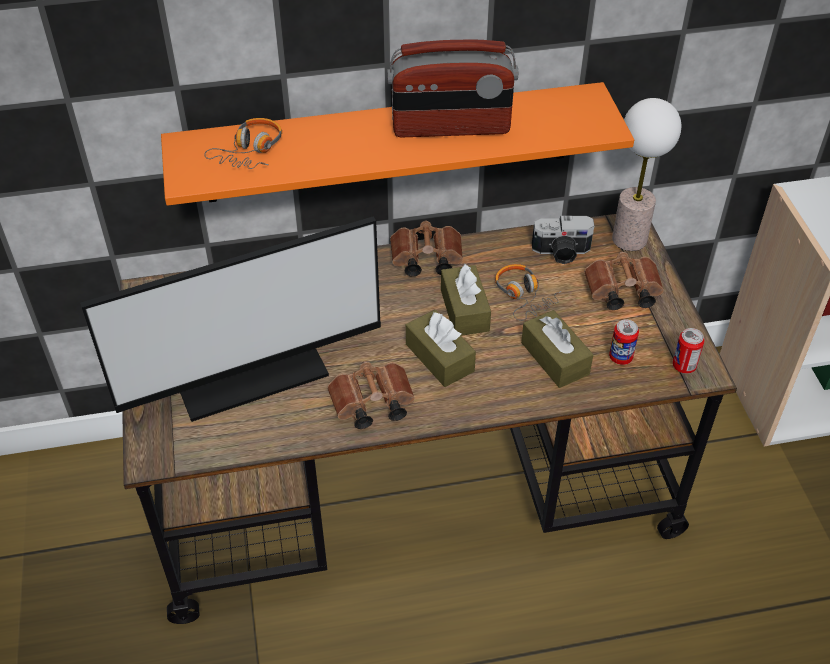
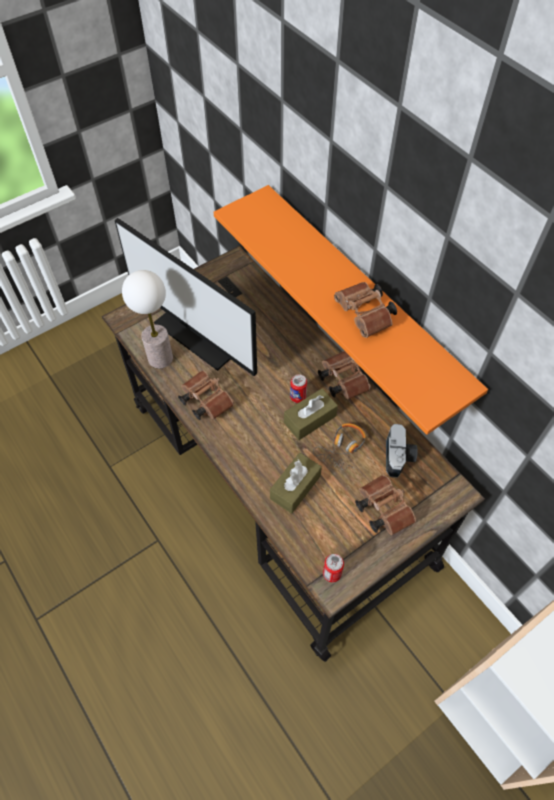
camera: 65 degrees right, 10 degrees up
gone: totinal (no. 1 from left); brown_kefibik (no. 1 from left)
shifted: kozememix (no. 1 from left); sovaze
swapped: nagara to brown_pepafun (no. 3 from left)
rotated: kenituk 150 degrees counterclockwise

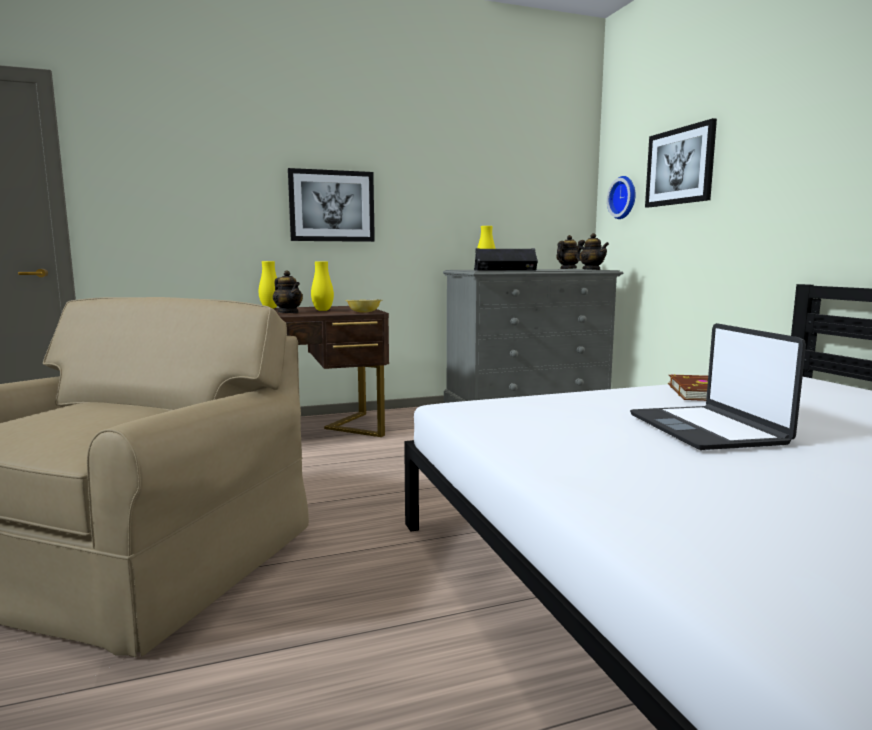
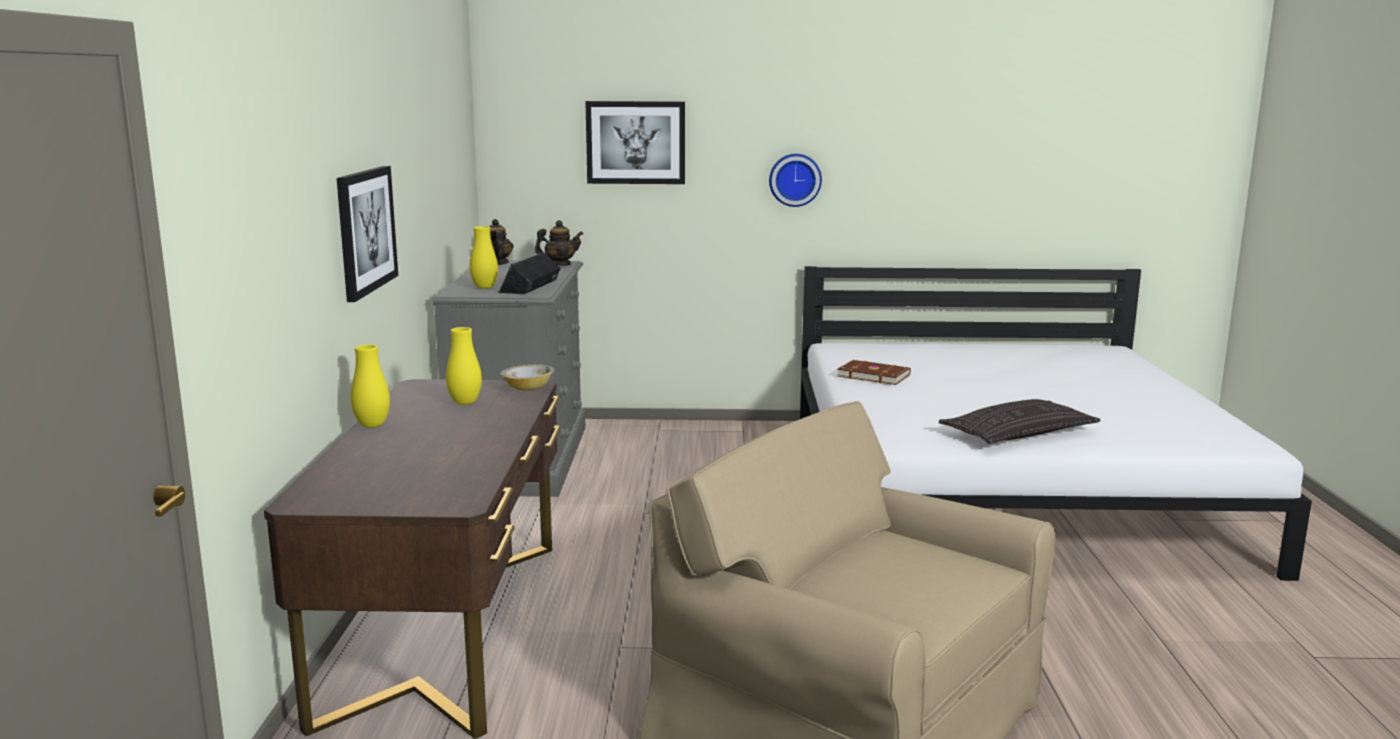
camera: 70 degrees left, 5 degrees up
gone: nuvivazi (no. 1 from left); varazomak
new: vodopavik
shifted: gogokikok

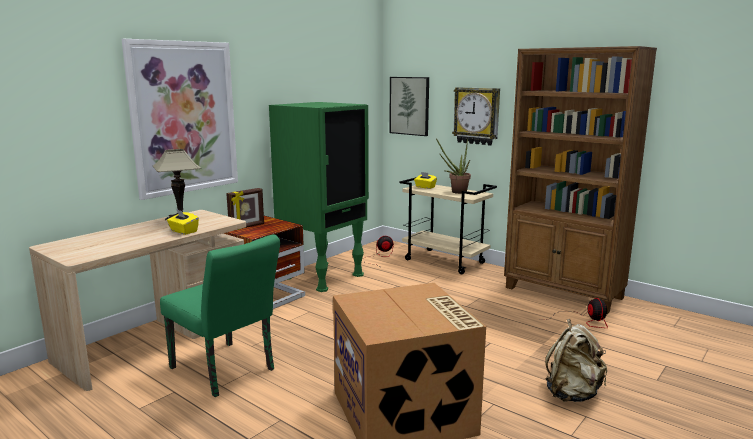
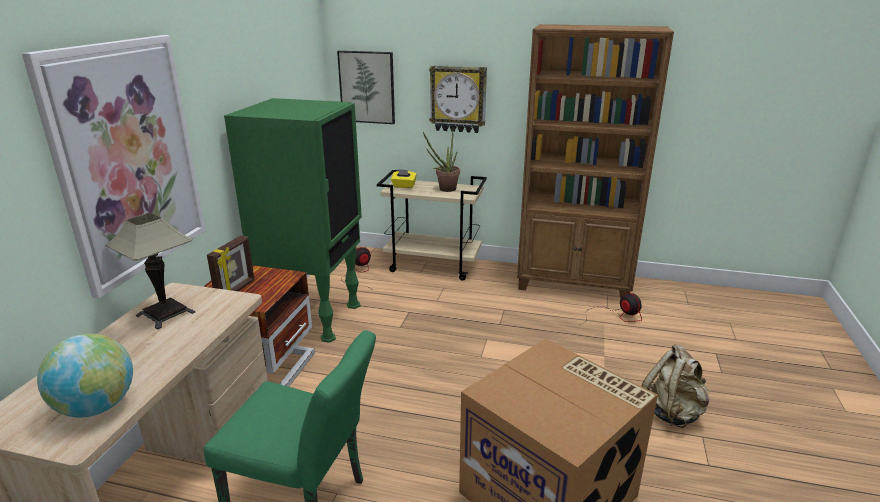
camera: 25 degrees left, 10 degrees up
gone: yellow_kefibik (no. 1 from left)
new: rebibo

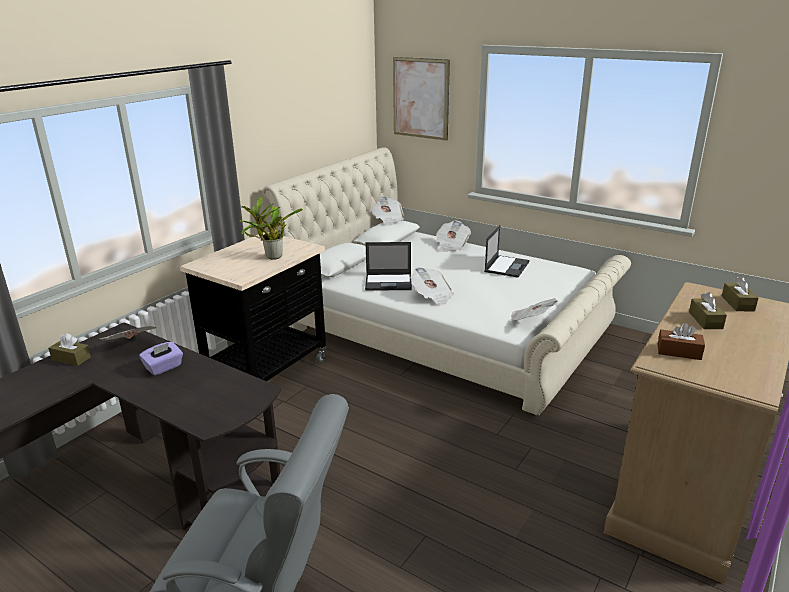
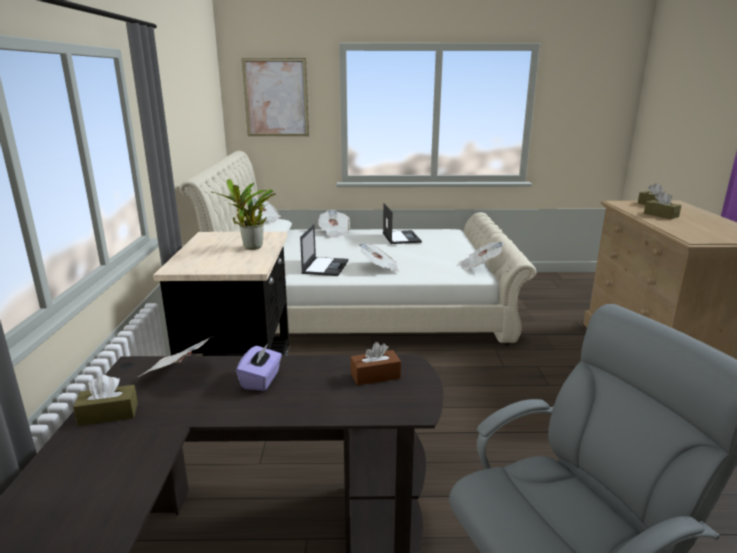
camera: 35 degrees left, 5 degrees down
shifted: brown_kefibik (no. 2 from left)
rotated: varazomak (no. 1 from left) 45 degrees counterclockwise

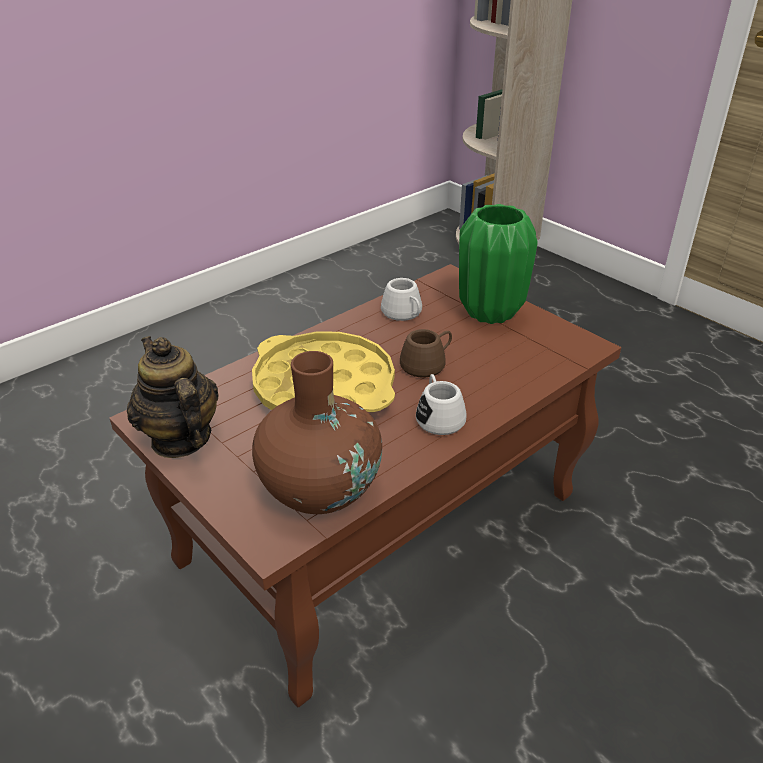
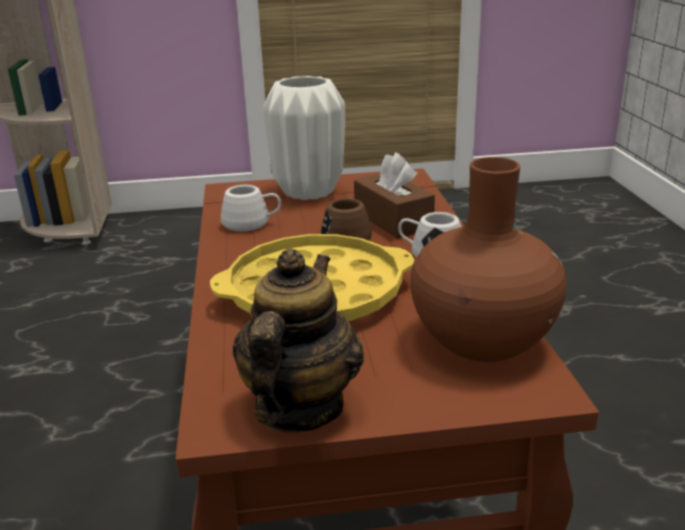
camera: 55 degrees left, 10 degrees down
new: brown_kefibik
repainted: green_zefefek to white_zefefek
rotated: nuvivazi 105 degrees clockwise

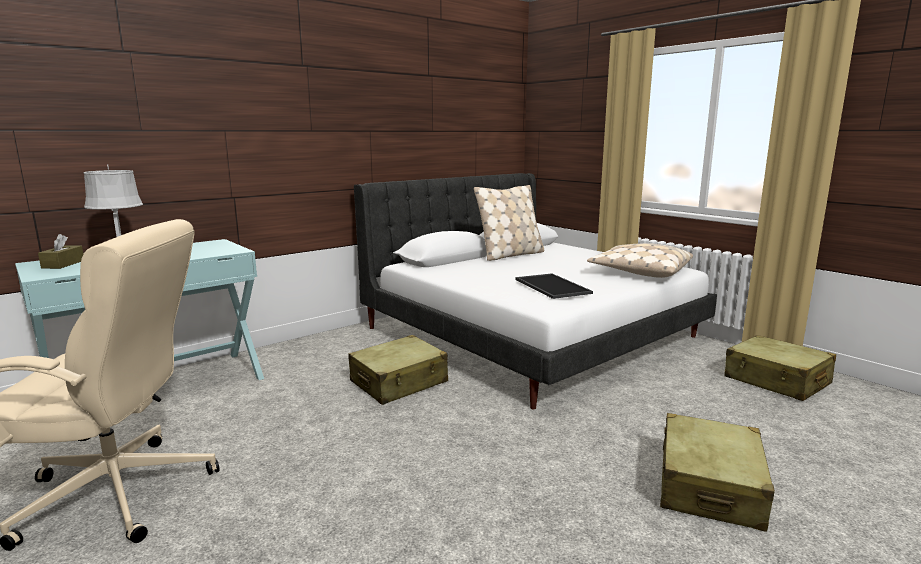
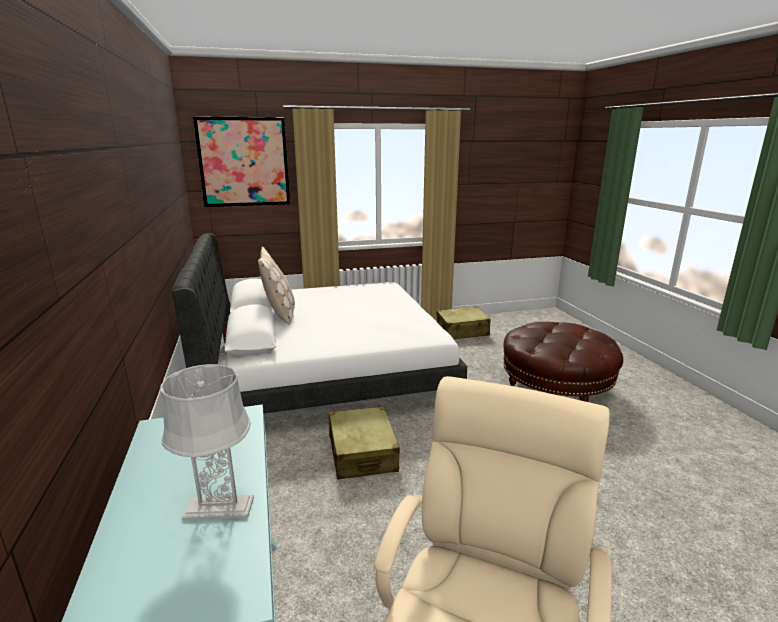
camera: 65 degrees left, 5 degrees up
gone: brown_kefibik; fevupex; beige_vodopavik (no. 2 from left)
new: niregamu
swapped: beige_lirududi (no. 2 from left) to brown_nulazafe

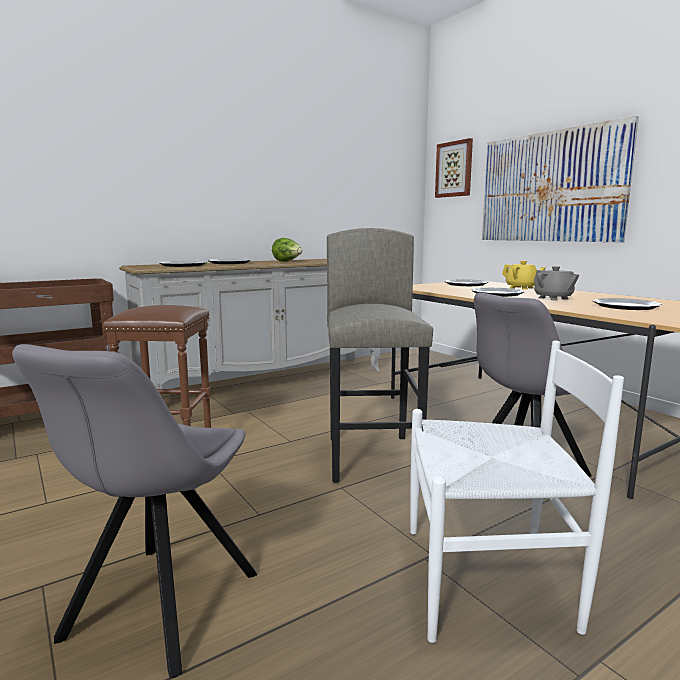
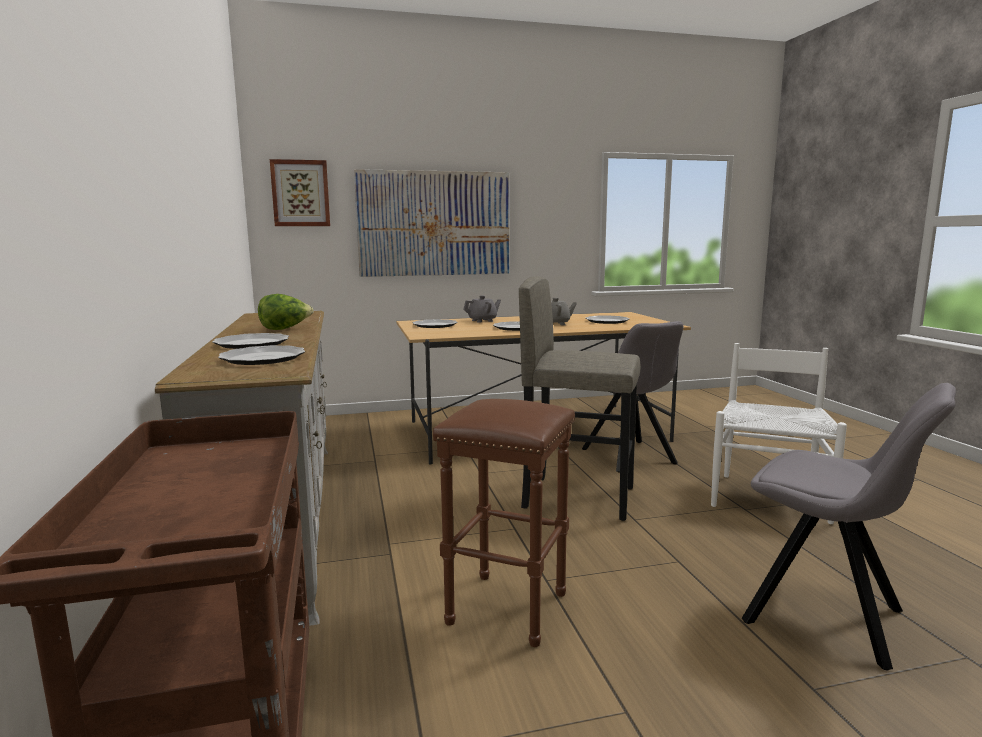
camera: 70 degrees left, 0 degrees up
repainted: yellow_nuvivazi to grey_nuvivazi (no. 1 from left)

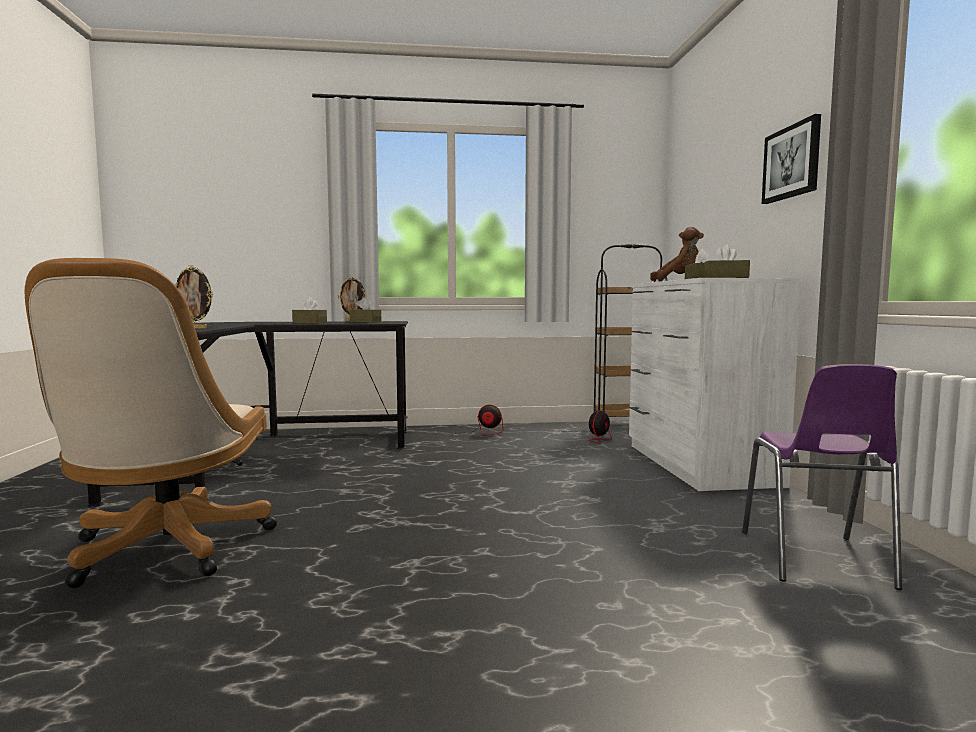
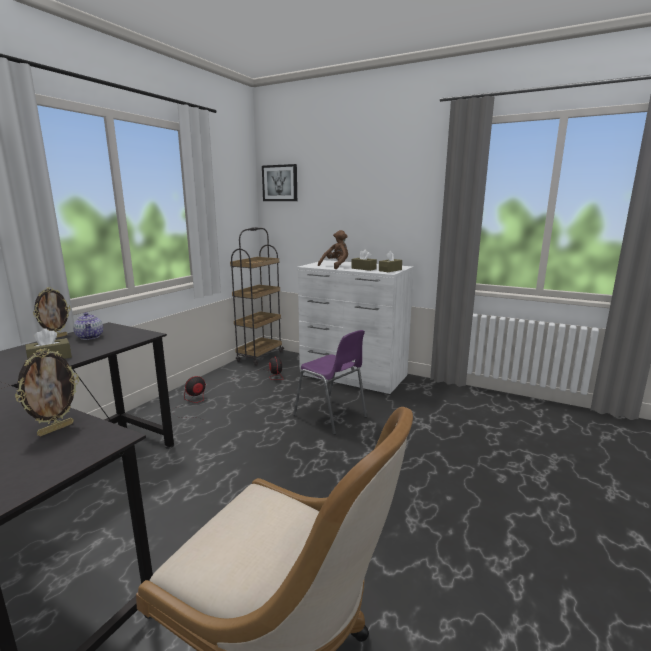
camera: 55 degrees left, 10 degrees up
shifted: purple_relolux; niregamu
swapped: brown_kefibik (no. 2 from left) to nuvivazi

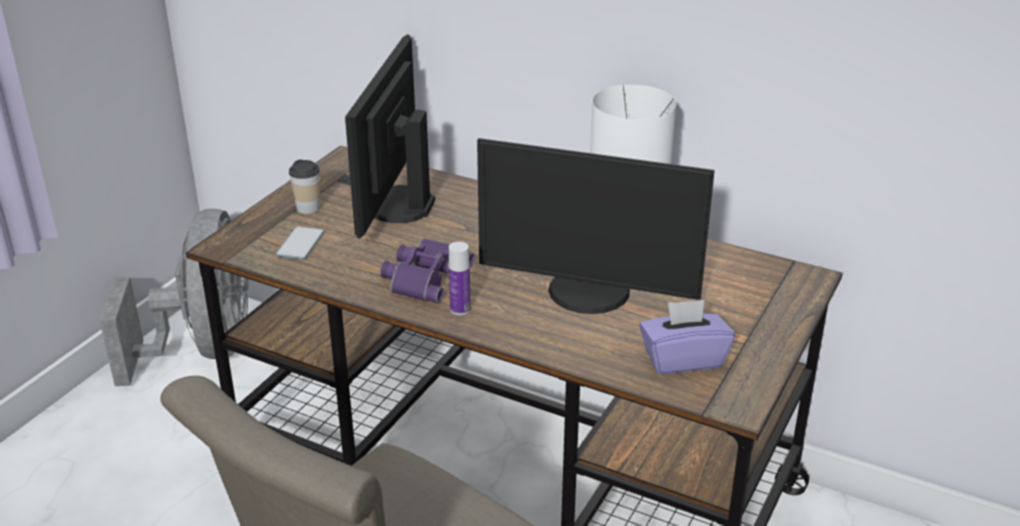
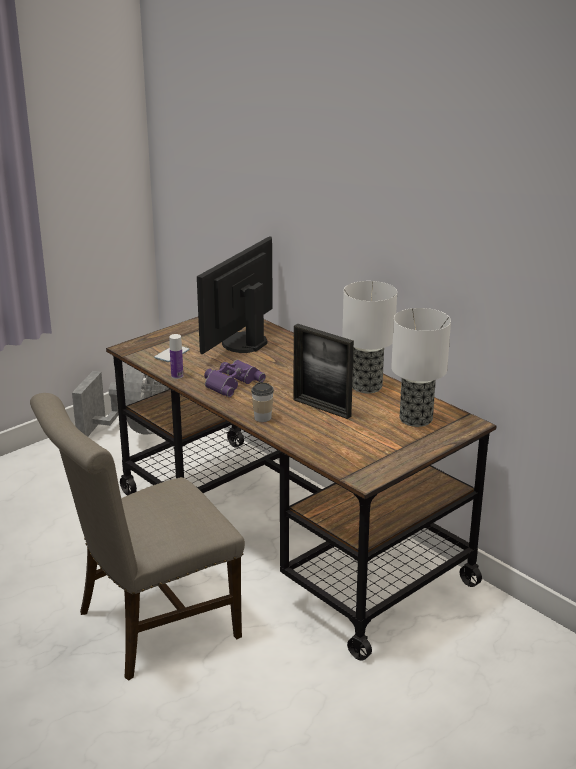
camera: 20 degrees right, 5 degrees down
gone: purple_kefibik
new: sovaze (no. 2 from left)
shifted: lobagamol; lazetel
swapped: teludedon (no. 2 from left) to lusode

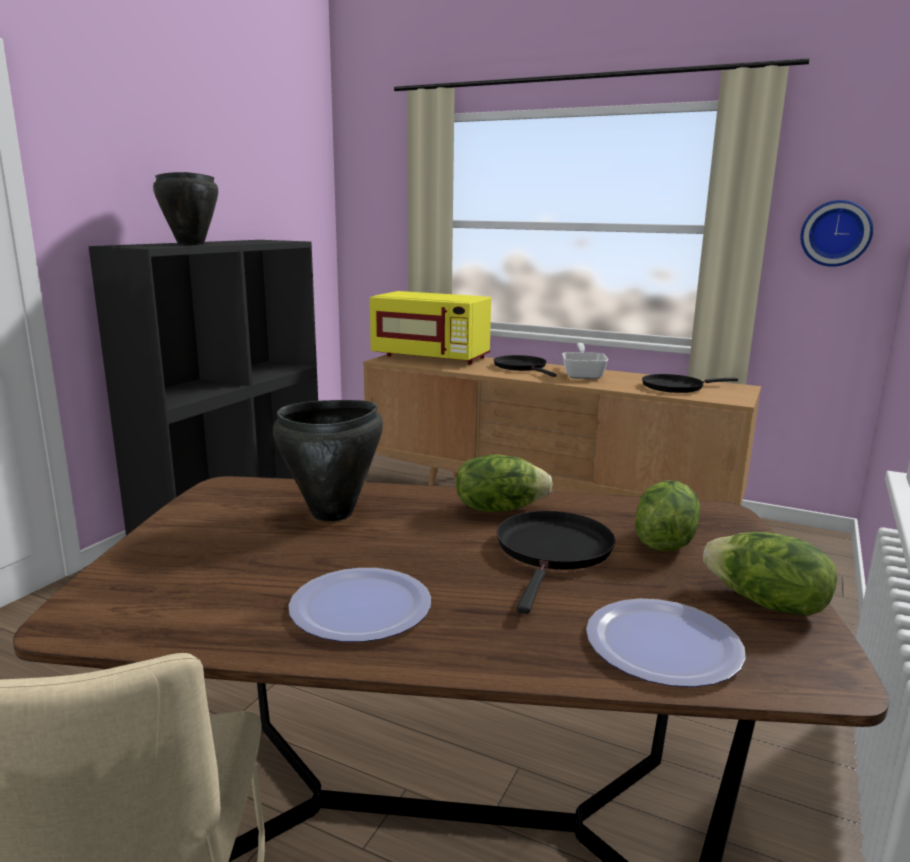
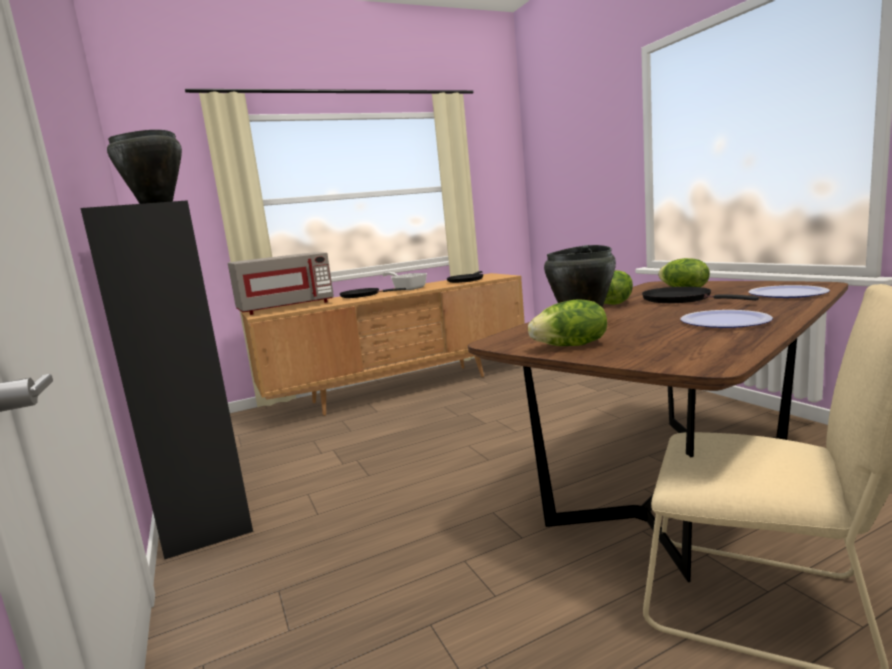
camera: 50 degrees left, 5 degrees down
gone: gogokikok
shifted: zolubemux (no. 3 from left in the first image) to zolubemux (no. 1 from left)
repainted: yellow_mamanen to grey_mamanen

